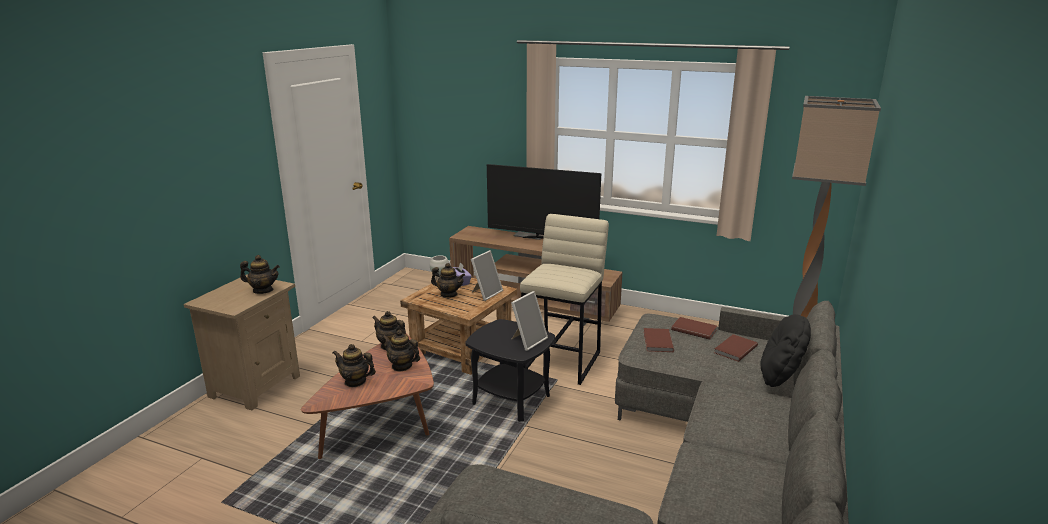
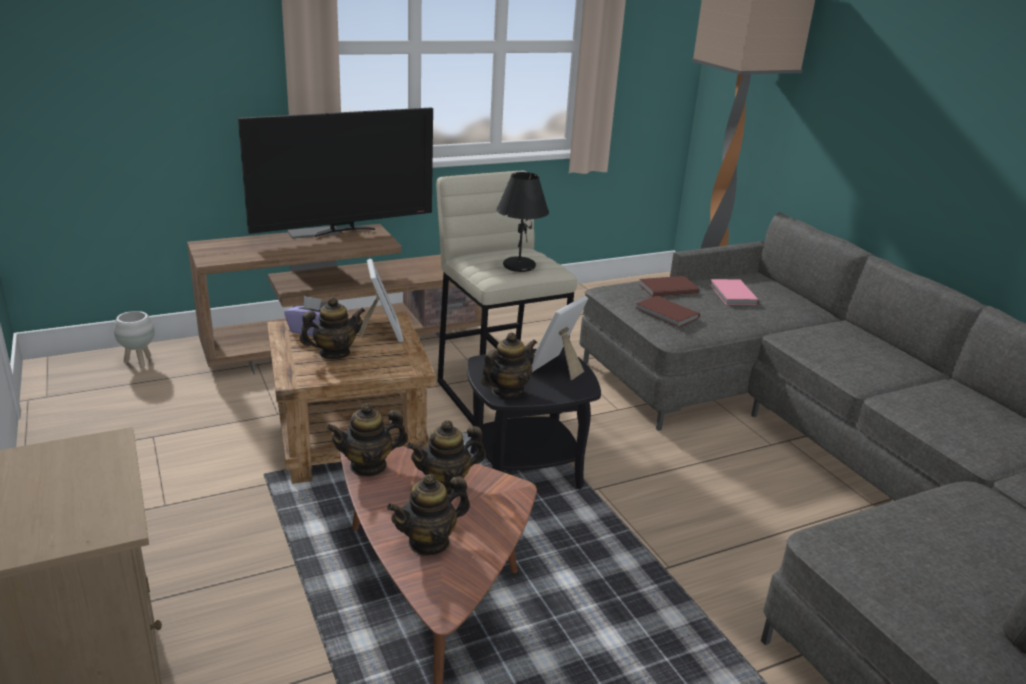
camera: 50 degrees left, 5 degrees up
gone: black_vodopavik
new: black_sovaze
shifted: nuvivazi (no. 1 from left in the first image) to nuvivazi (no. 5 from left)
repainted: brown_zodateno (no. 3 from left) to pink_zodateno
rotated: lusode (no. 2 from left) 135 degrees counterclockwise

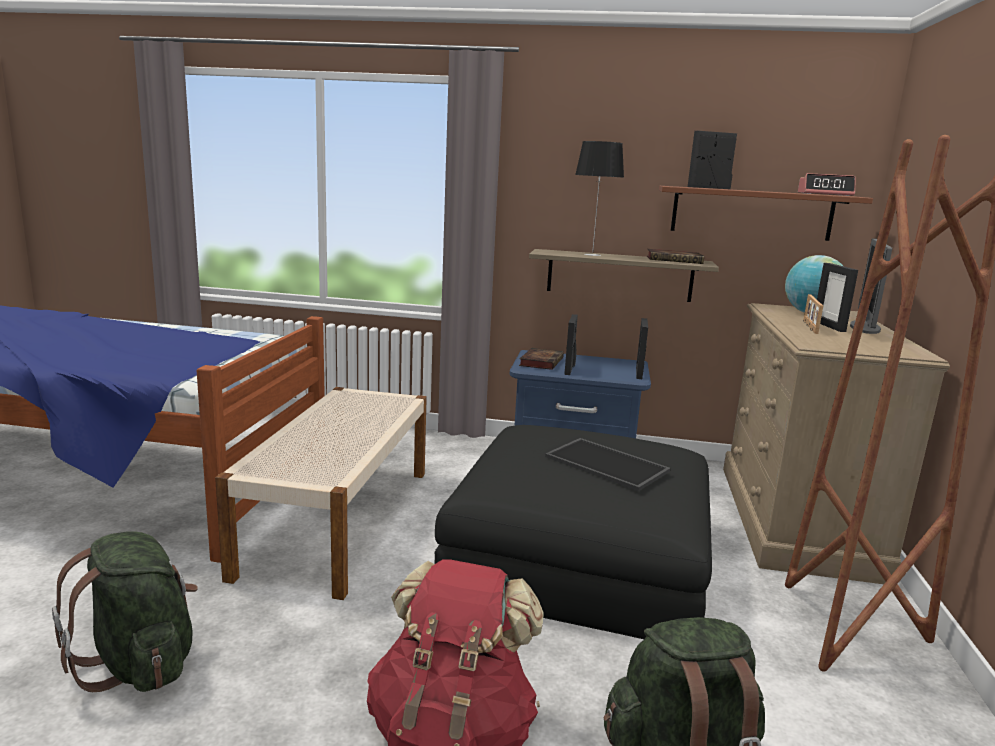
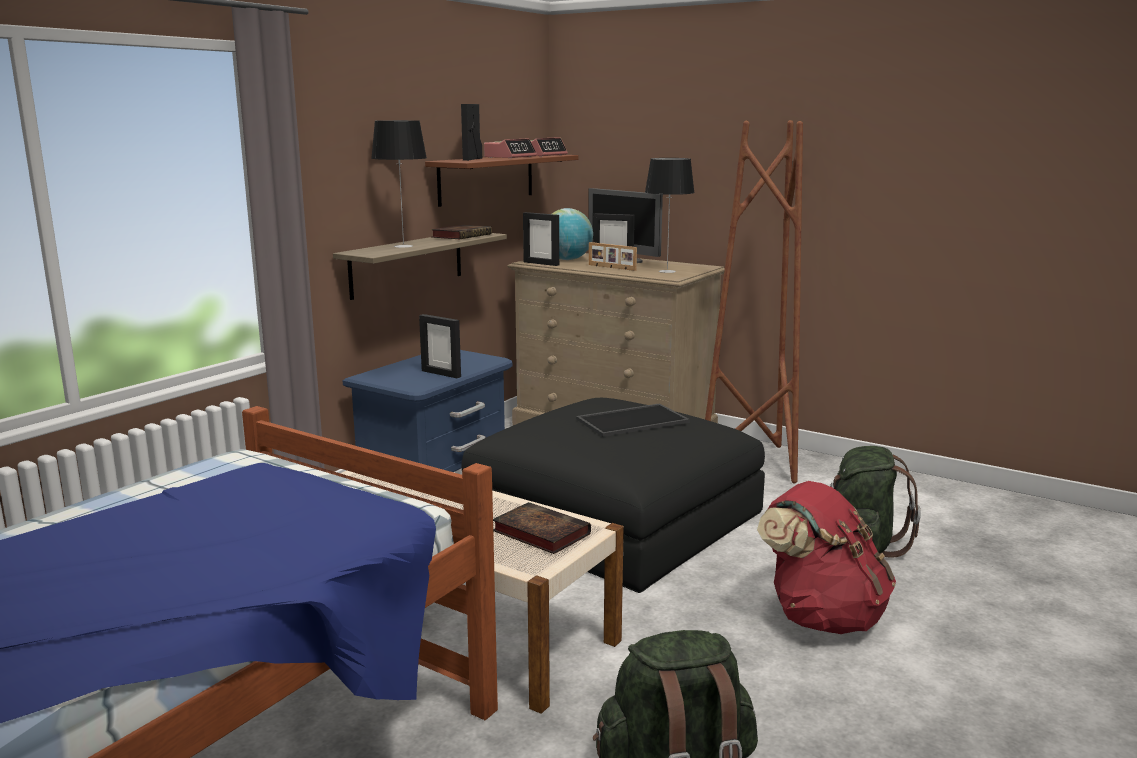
camera: 65 degrees left, 0 degrees up
new: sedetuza (no. 1 from left); sovaze (no. 2 from left)
shifted: zodateno (no. 1 from left in the first image) to zodateno (no. 2 from left); lusode (no. 2 from left in the first image) to lusode (no. 3 from left)

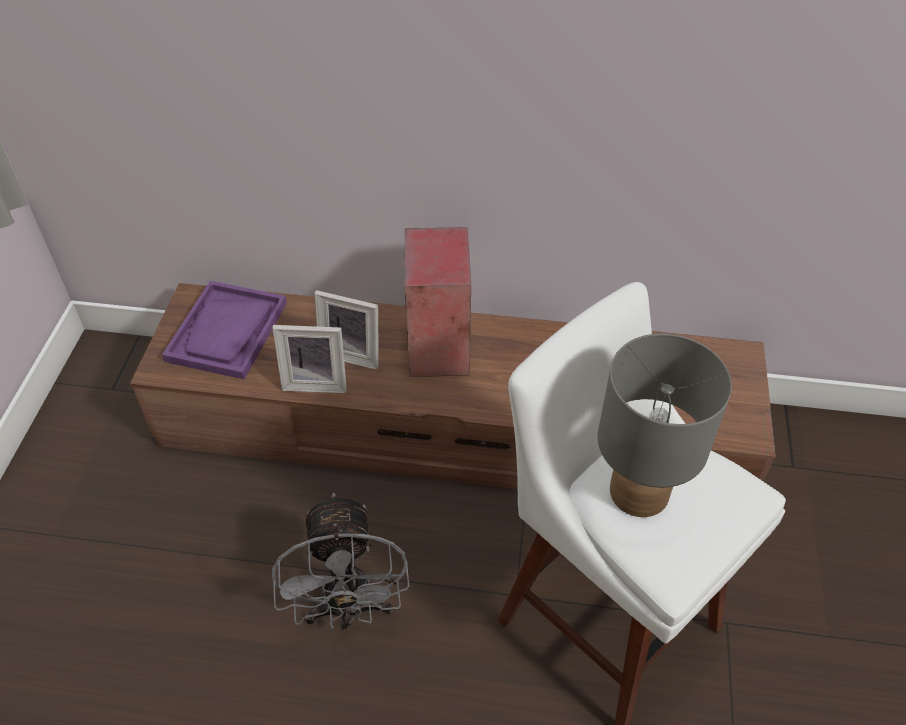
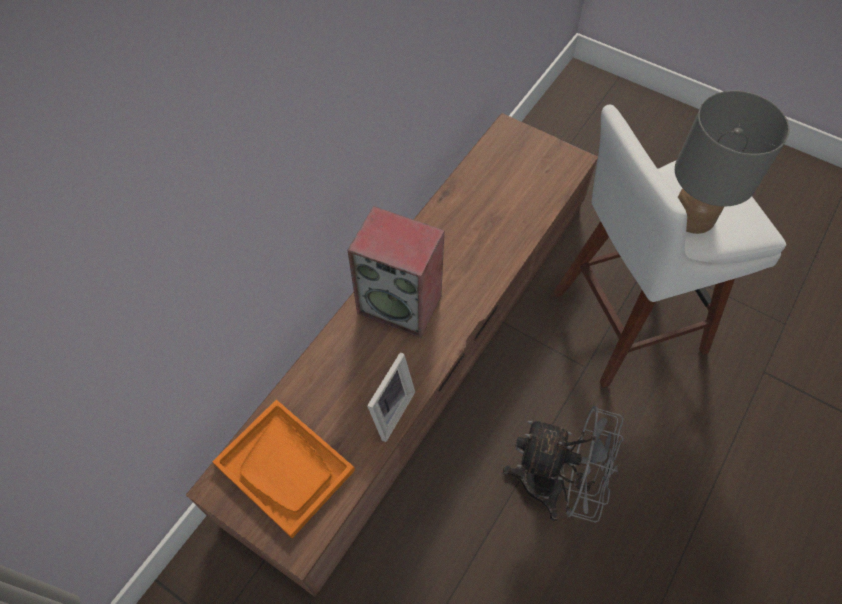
camera: 65 degrees left, 10 degrees up
gone: lusode (no. 2 from left)
repainted: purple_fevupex to orange_fevupex

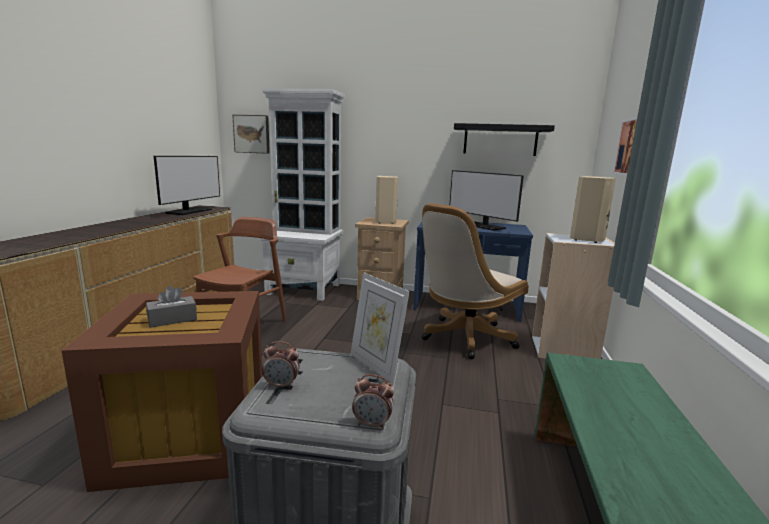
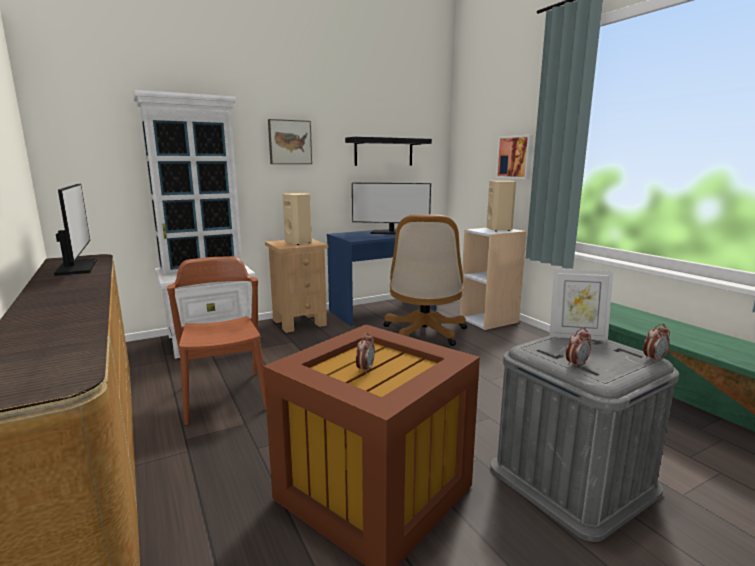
camera: 40 degrees left, 0 degrees up
shifted: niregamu (no. 1 from left)
swapped: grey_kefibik to sedetuza (no. 1 from left)

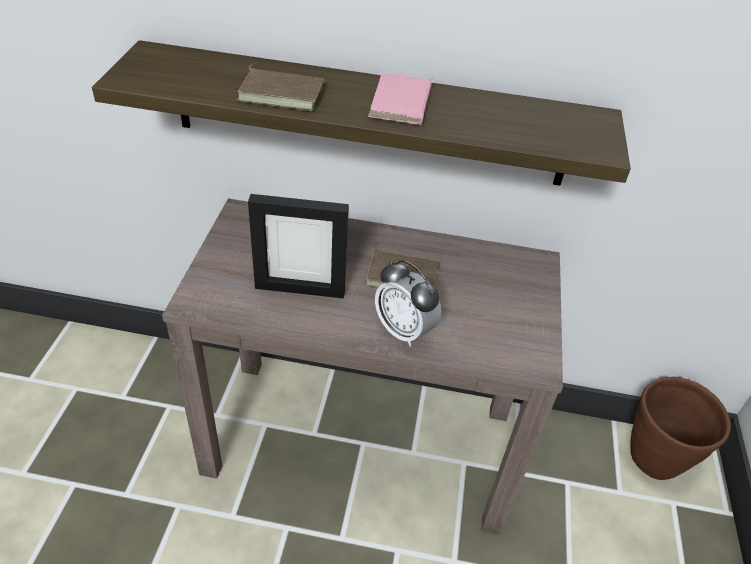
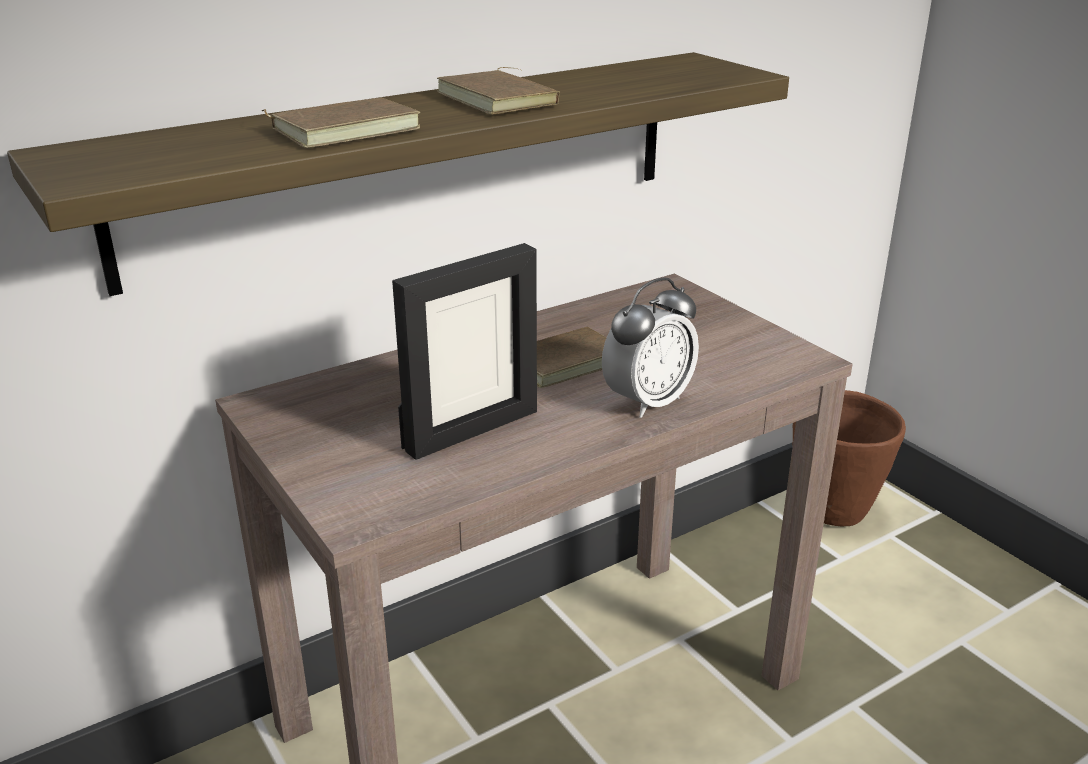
camera: 40 degrees left, 15 degrees down
repainted: pink_zodateno to brown_zodateno (no. 2 from left)
rotated: sedetuza 45 degrees counterclockwise

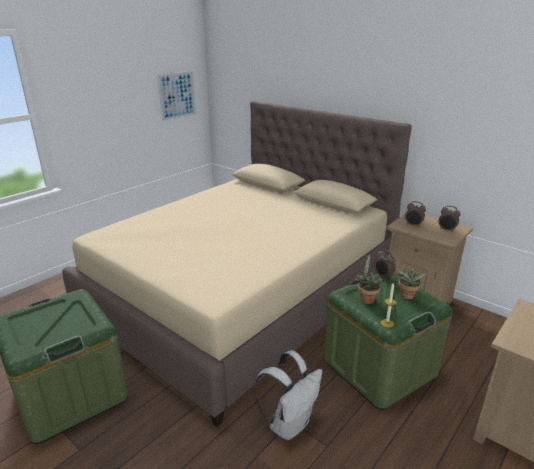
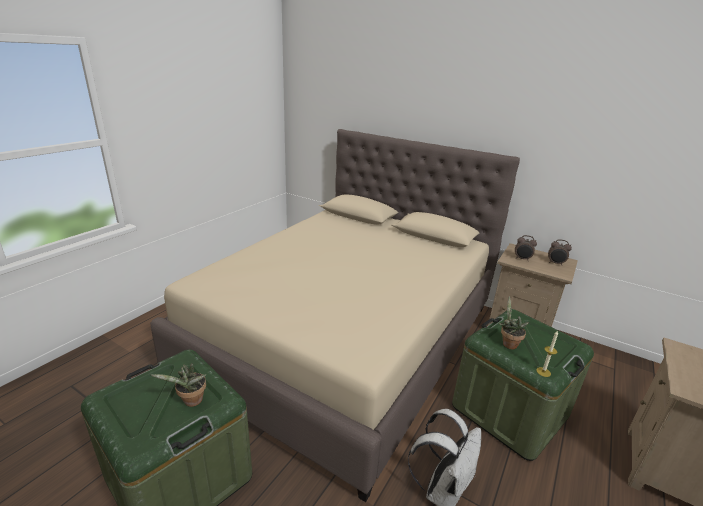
camera: 10 degrees left, 0 degrees up
gone: niregamu; sedetuza (no. 1 from left)
shifted: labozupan (no. 2 from left in the first image) to labozupan (no. 1 from left)

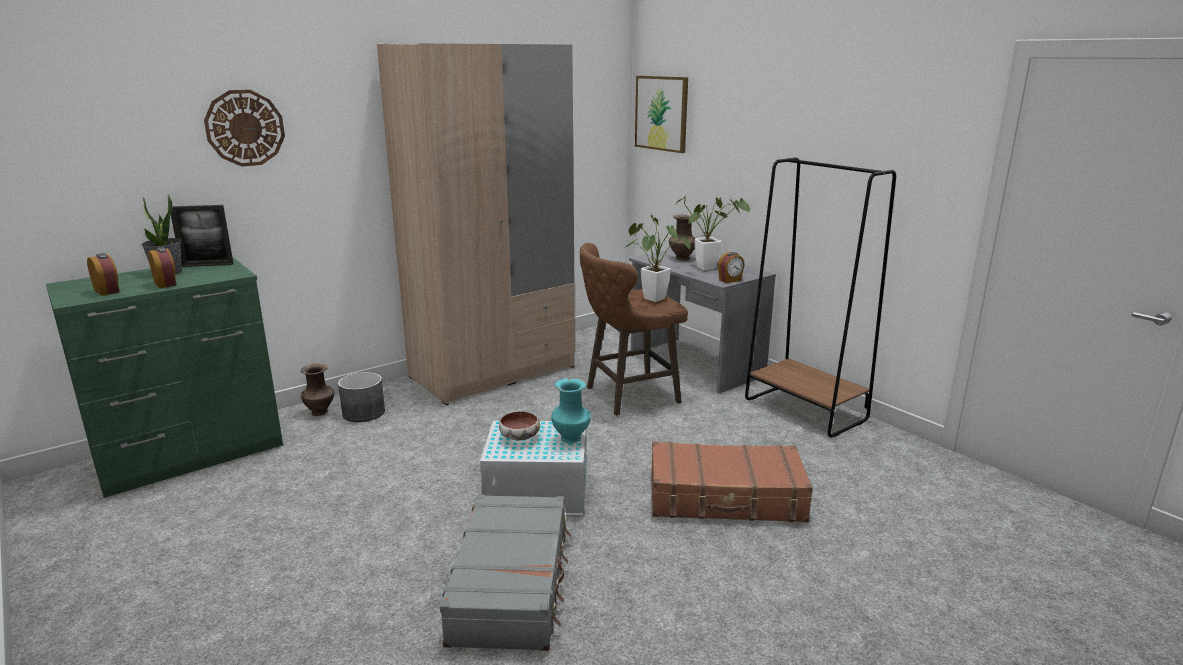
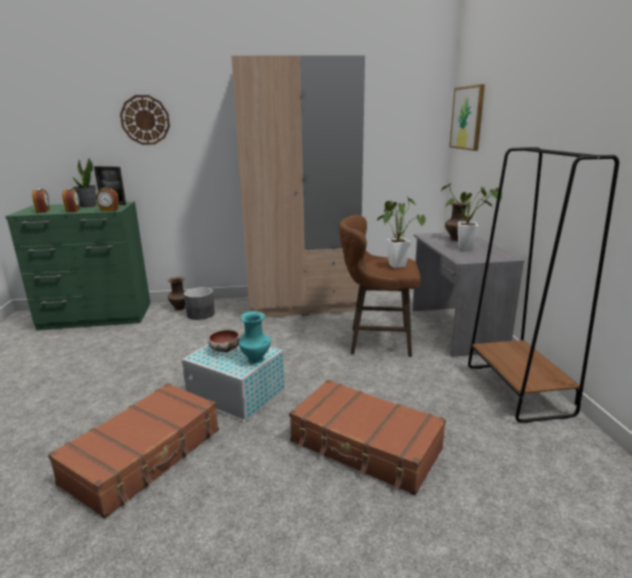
camera: 30 degrees right, 0 degrees up
shifted: sedetuza (no. 3 from left)
repainted: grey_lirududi to brown_lirududi (no. 1 from left)

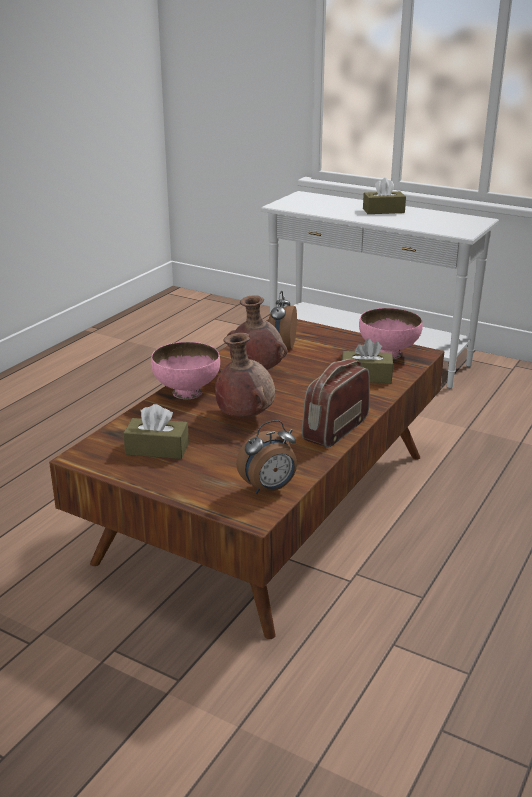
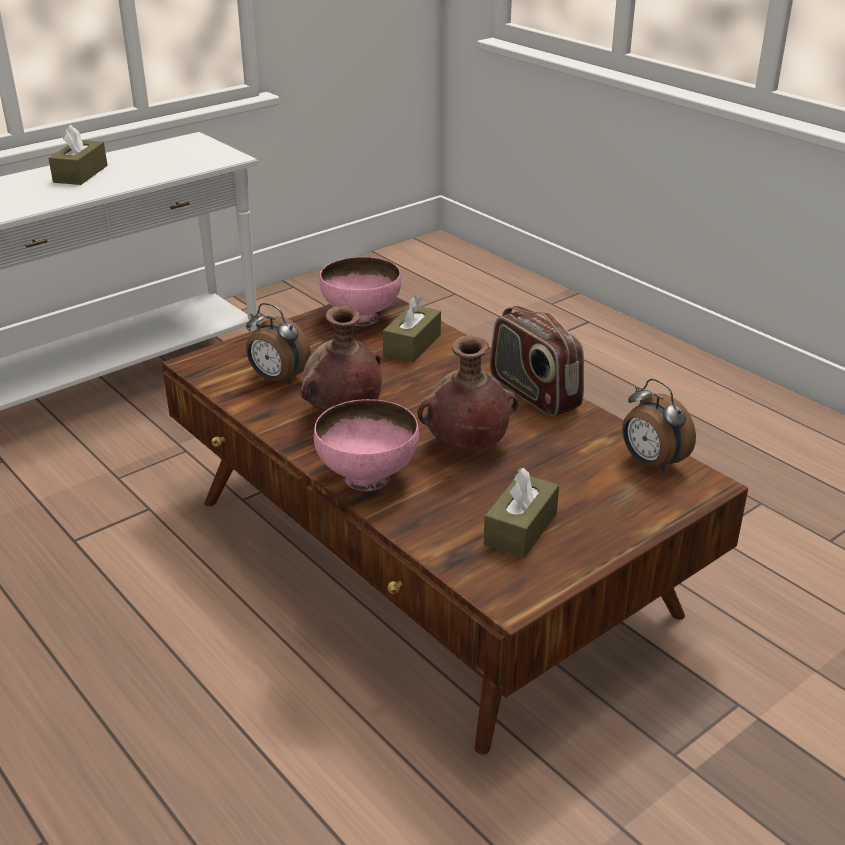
camera: 70 degrees left, 5 degrees up
rotated: sedetuza (no. 1 from left in the first image) 150 degrees clockwise

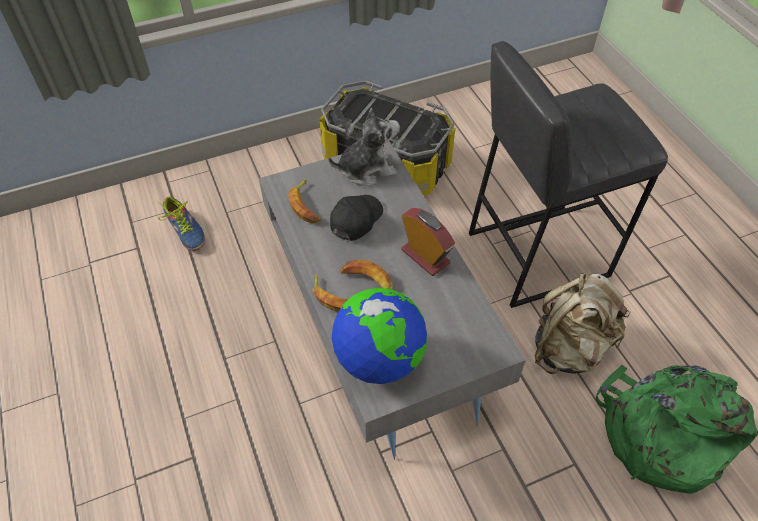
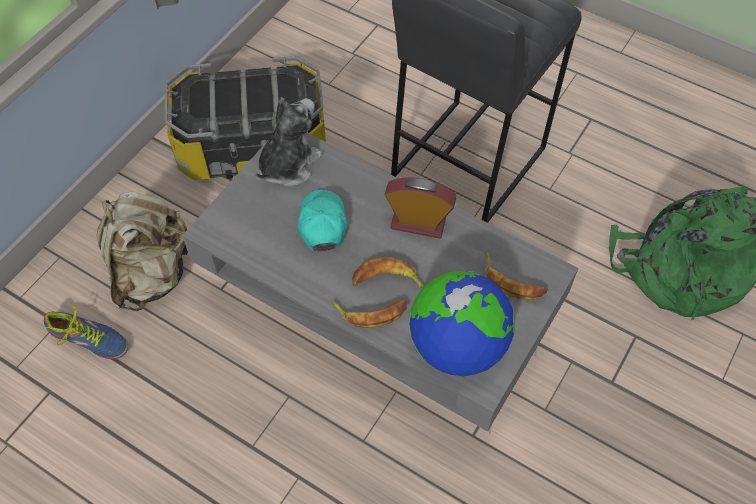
camera: 35 degrees left, 5 degrees up
shifted: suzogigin (no. 1 from left in the first image) to suzogigin (no. 3 from left); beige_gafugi
repainted: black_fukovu to turquoise_fukovu

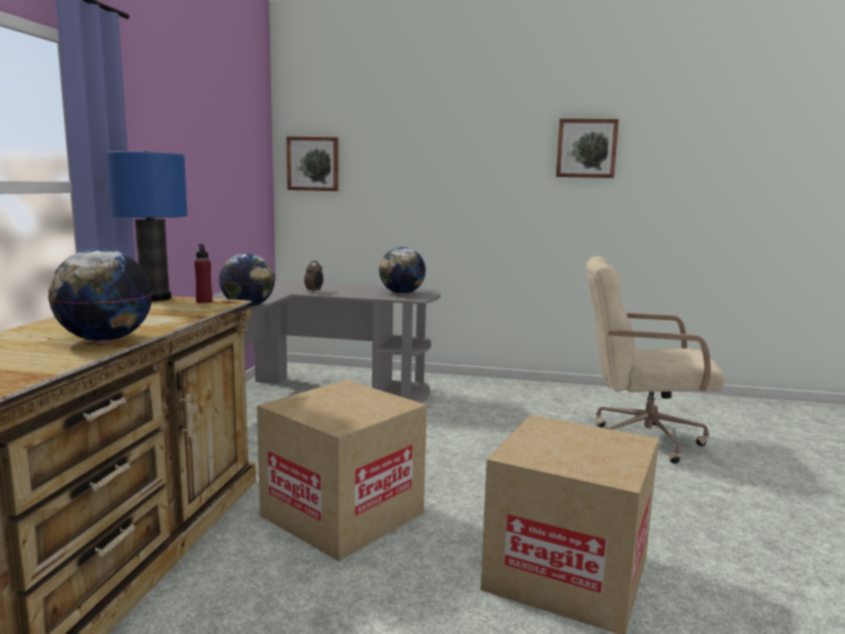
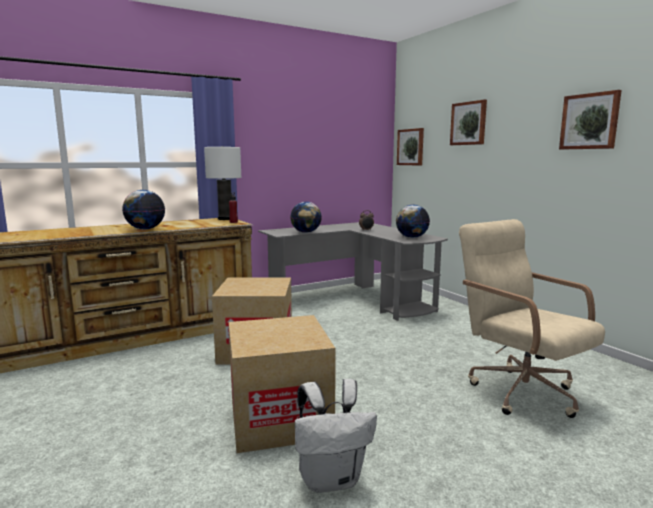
camera: 50 degrees right, 0 degrees up
new: white_gafugi; niregamu (no. 2 from left)
repainted: blue_sovaze to white_sovaze

